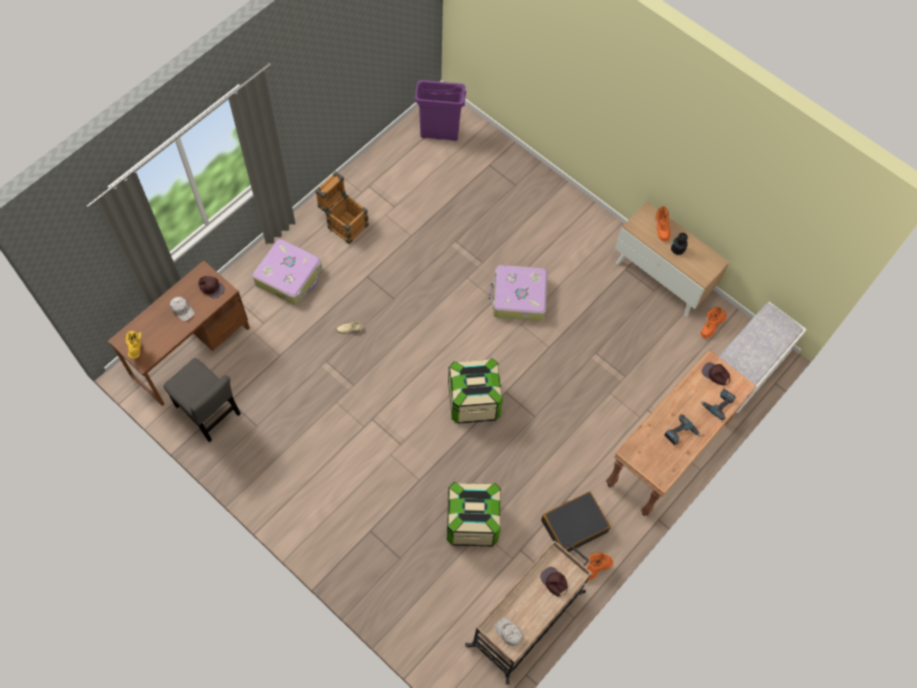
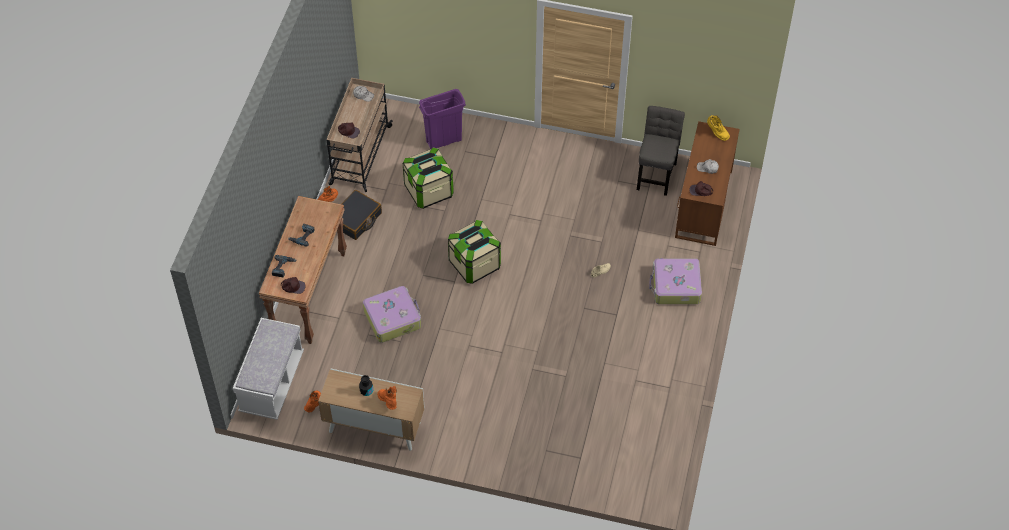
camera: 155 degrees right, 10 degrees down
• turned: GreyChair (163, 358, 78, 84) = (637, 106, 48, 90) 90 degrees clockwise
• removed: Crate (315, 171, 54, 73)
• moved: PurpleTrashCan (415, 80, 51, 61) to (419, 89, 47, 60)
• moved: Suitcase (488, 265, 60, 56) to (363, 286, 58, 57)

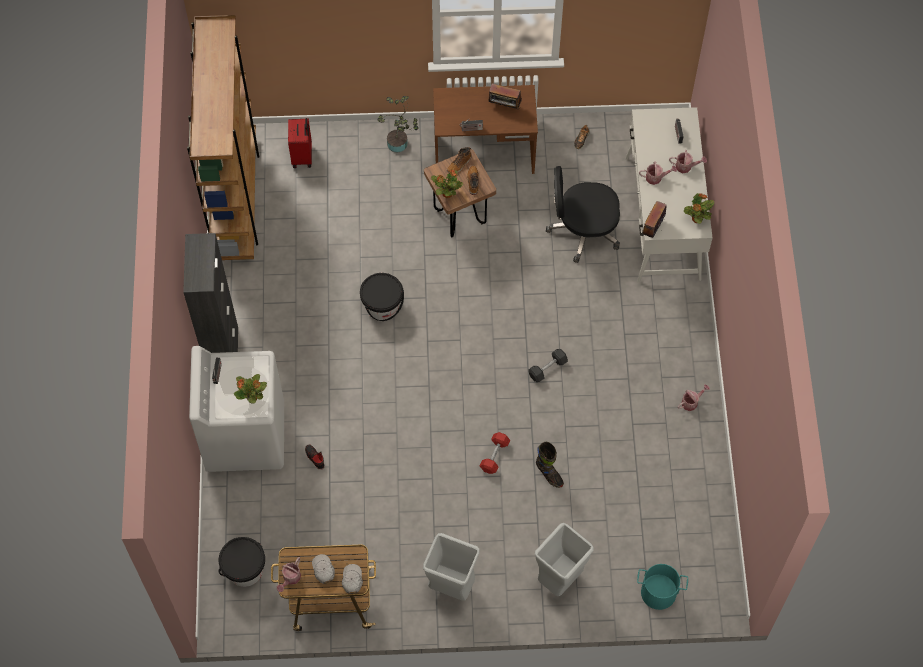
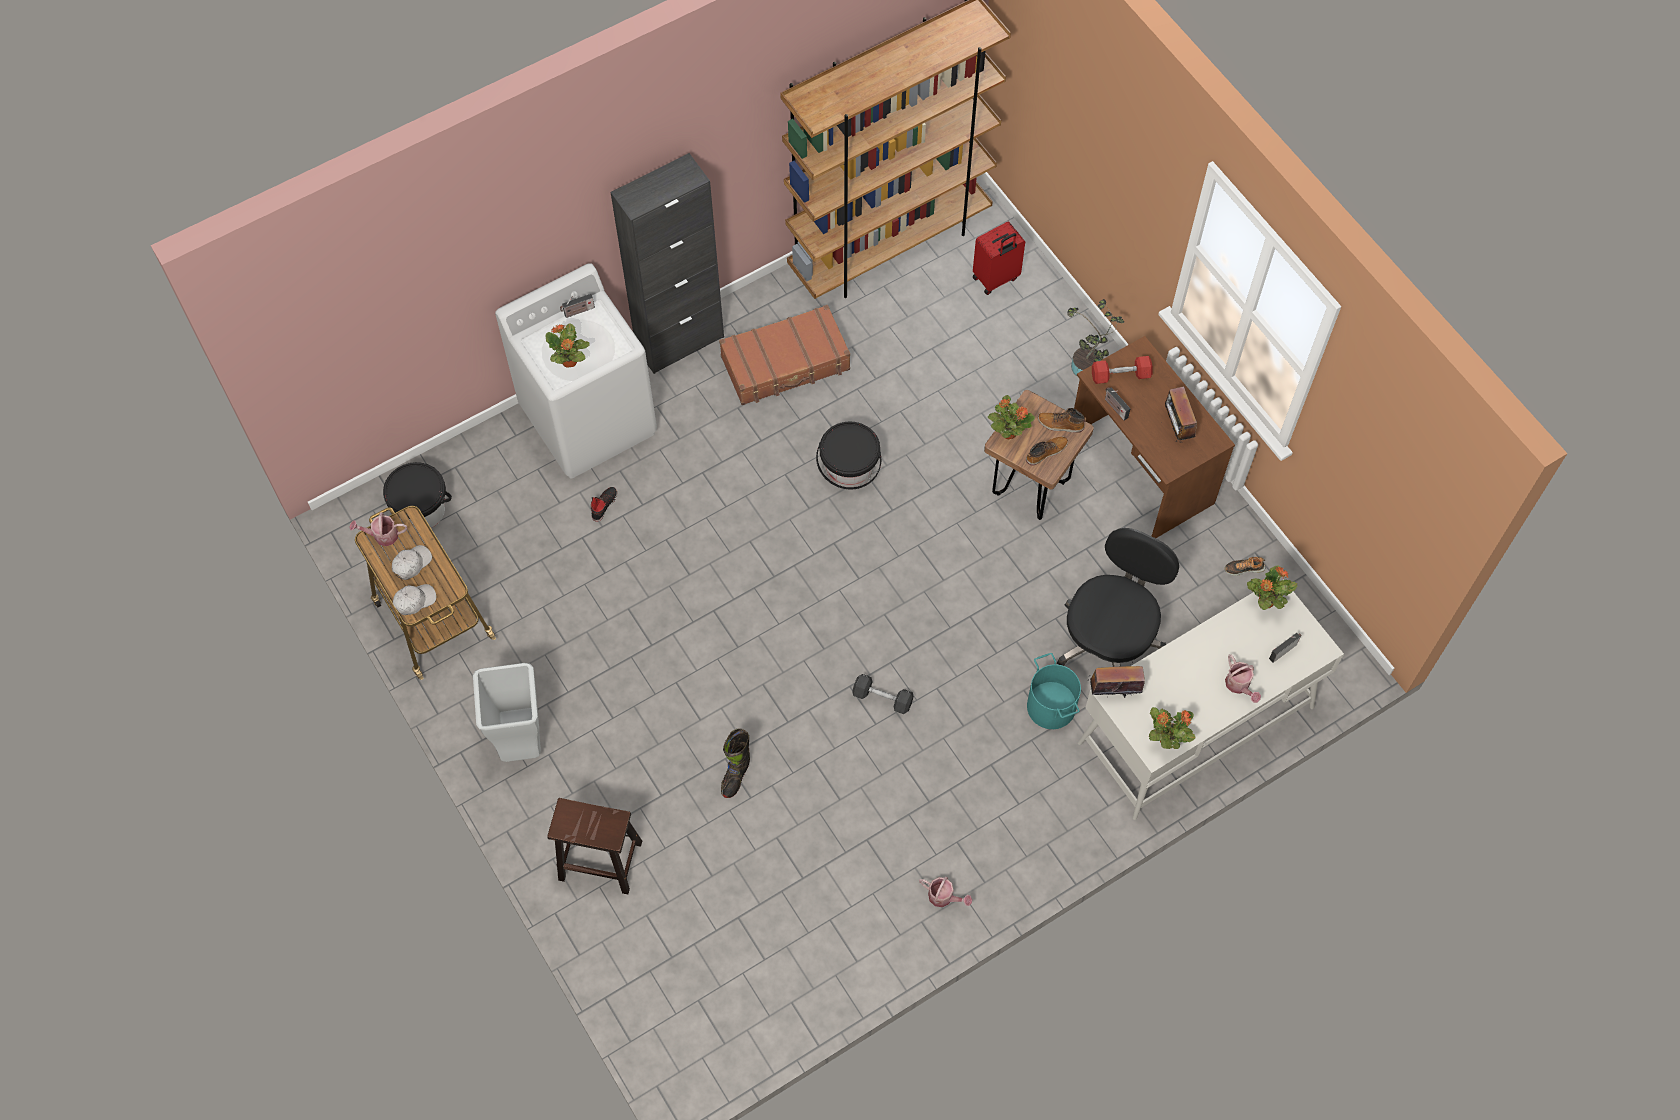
camera: 60 degrees right, 0 degrees up
• moved: RedDumbbell (480, 432, 30, 42) to (1092, 356, 61, 28)
• replaced: GreyTrashCan (535, 523, 59, 73) to BrownStool (547, 798, 95, 96)
• turned: BlackOfficeChair (546, 166, 74, 97) = (1057, 528, 122, 139) 60 degrees clockwise
• moved: TurquoiseBucket (637, 564, 51, 46) to (1027, 653, 54, 76)
• removed: WateringCan (639, 161, 38, 24)
• added: BrownSuitcase (719, 305, 131, 100)
• added: PottedPlant (1247, 565, 50, 45)

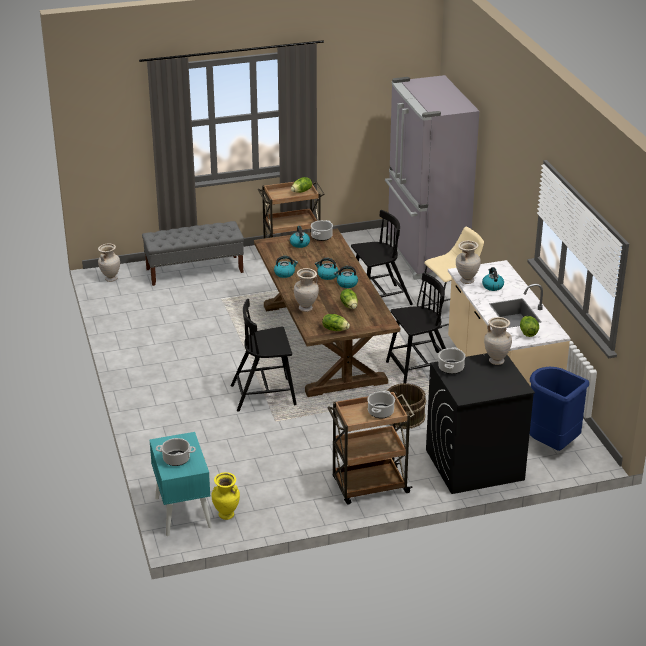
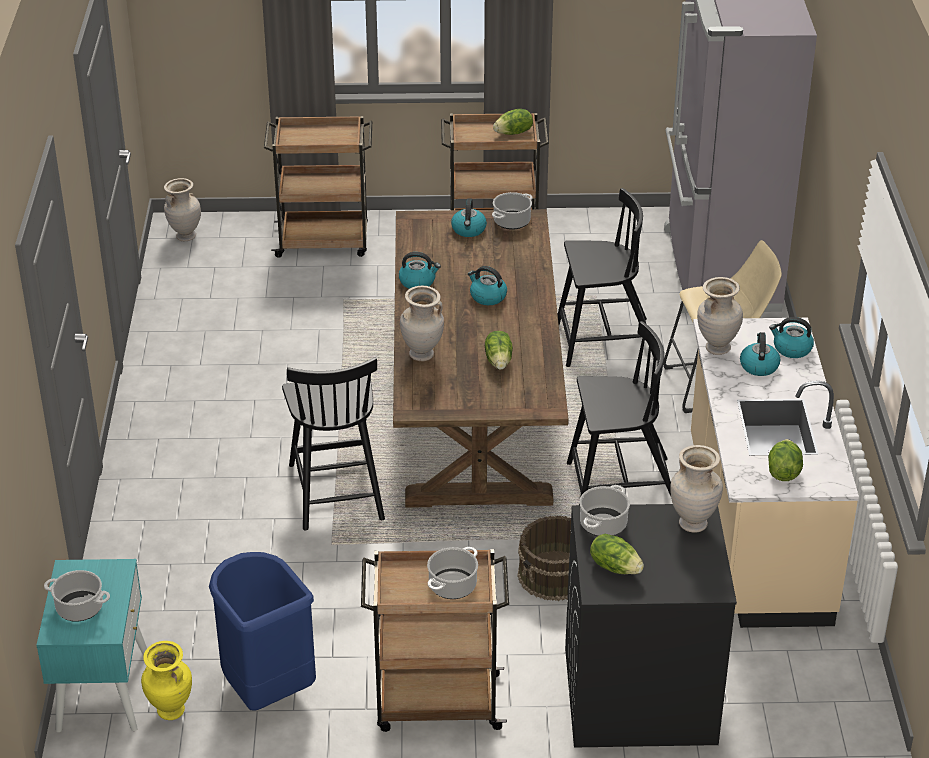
camera: 15 degrees right, 5 degrees up
• replaced: GreyBench (142, 221, 102, 65) to BrownCart (264, 116, 108, 142)
• turned: BlackChair (231, 299, 66, 113) = (282, 357, 103, 174) 105 degrees counterclockwise
• moved: Lettuce (322, 314, 28, 17) to (590, 534, 54, 40)
• moved: Kettle (334, 266, 24, 22) to (769, 317, 45, 41)
• moved: BlueTrashCan (530, 367, 59, 84) to (209, 552, 107, 159)

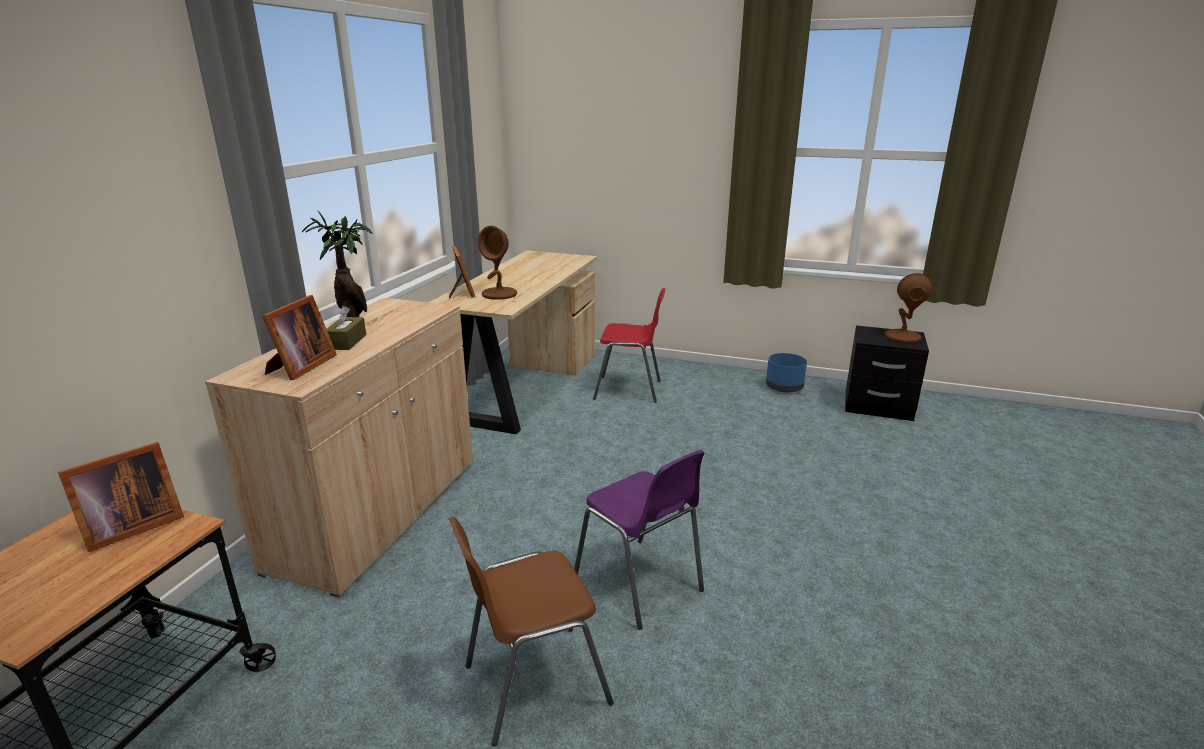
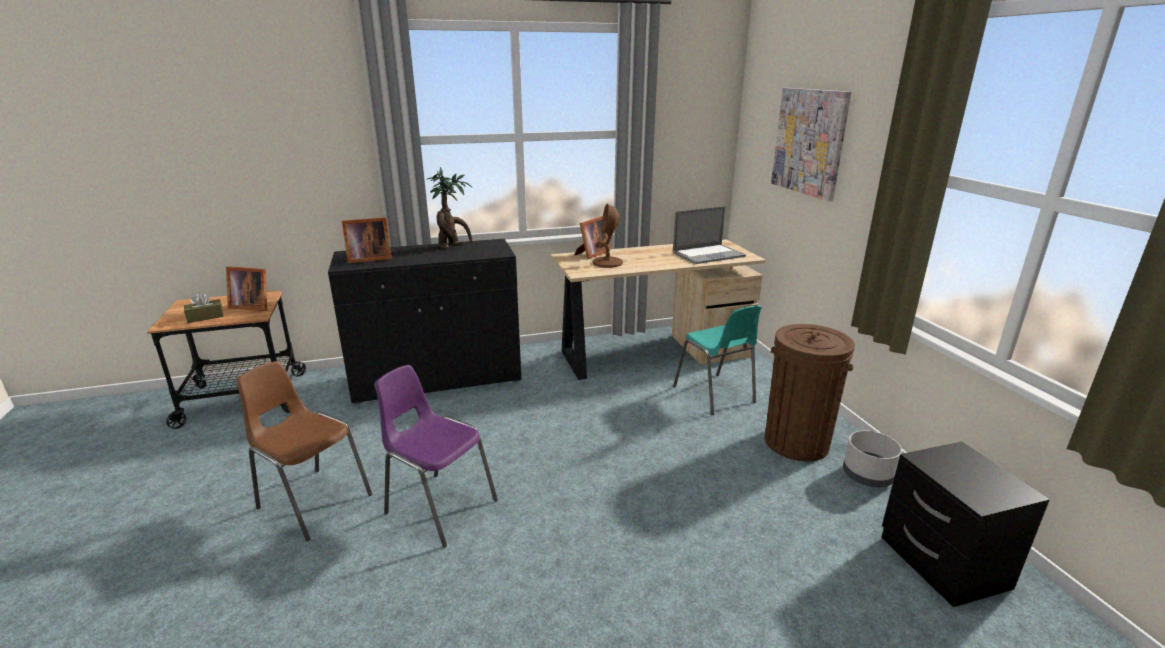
camera: 55 degrees right, 0 degrees up
• recoloured: BeigeCabinet (205, 298, 268, 299) to BlackCabinet (328, 239, 193, 165)
• moved: BrownTissueBox (327, 306, 39, 44) to (184, 293, 40, 30)
• turned: PurpleChair (574, 450, 131, 180) = (374, 365, 124, 183) 105 degrees clockwise
• recoloured: RedChair (593, 288, 73, 115) to TurquoiseChair (673, 305, 89, 110)
• recoloured: BluePlanter (766, 353, 41, 40) to GreyPlanter (843, 430, 59, 58)
• removed: BrownTableLamp (885, 273, 48, 70)
• added: Laptop (673, 206, 73, 58)
• added: BrownTrashCan (765, 324, 90, 138)
• added: Picture (771, 88, 80, 113)

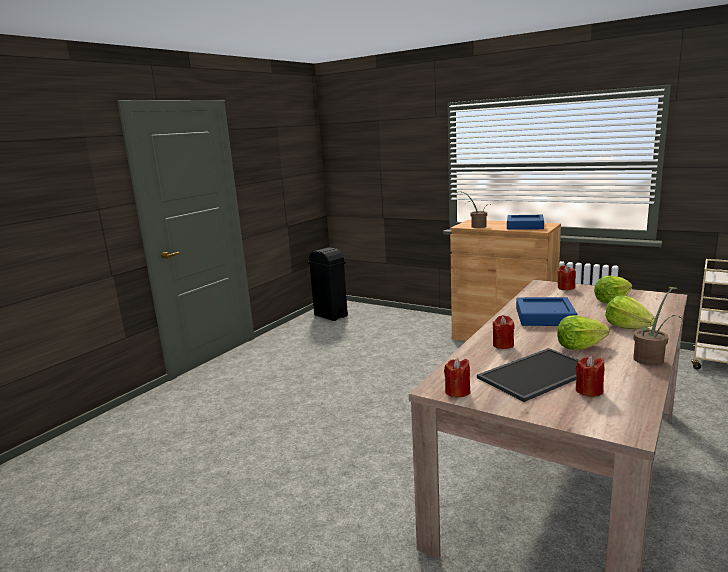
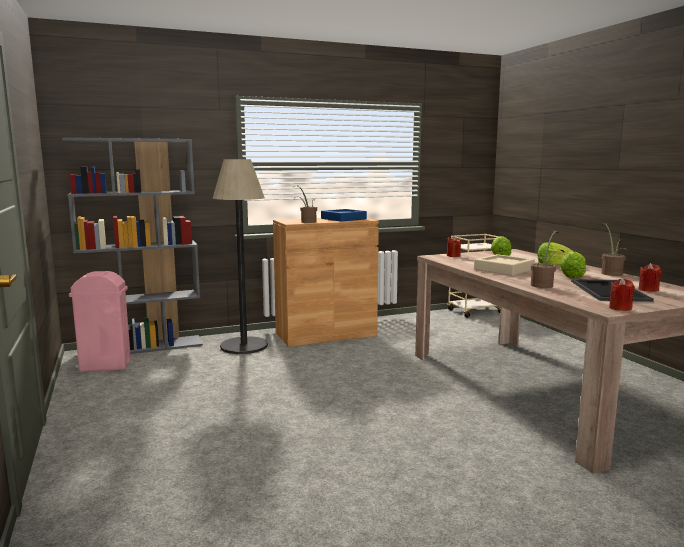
camera: 55 degrees left, 5 degrees down
• recoloured: BlackTrashCan (308, 247, 40, 74) to PinkTrashCan (69, 271, 62, 101)
• replaced: RedCandle (492, 315, 23, 34) to PottedPlant (531, 231, 33, 57)
• recoloured: BlueTray (516, 297, 61, 29) to BeigeTray (474, 254, 61, 22)
• added: GreyBookcase (62, 137, 141, 217)
• added: FloorLamp (212, 159, 56, 195)

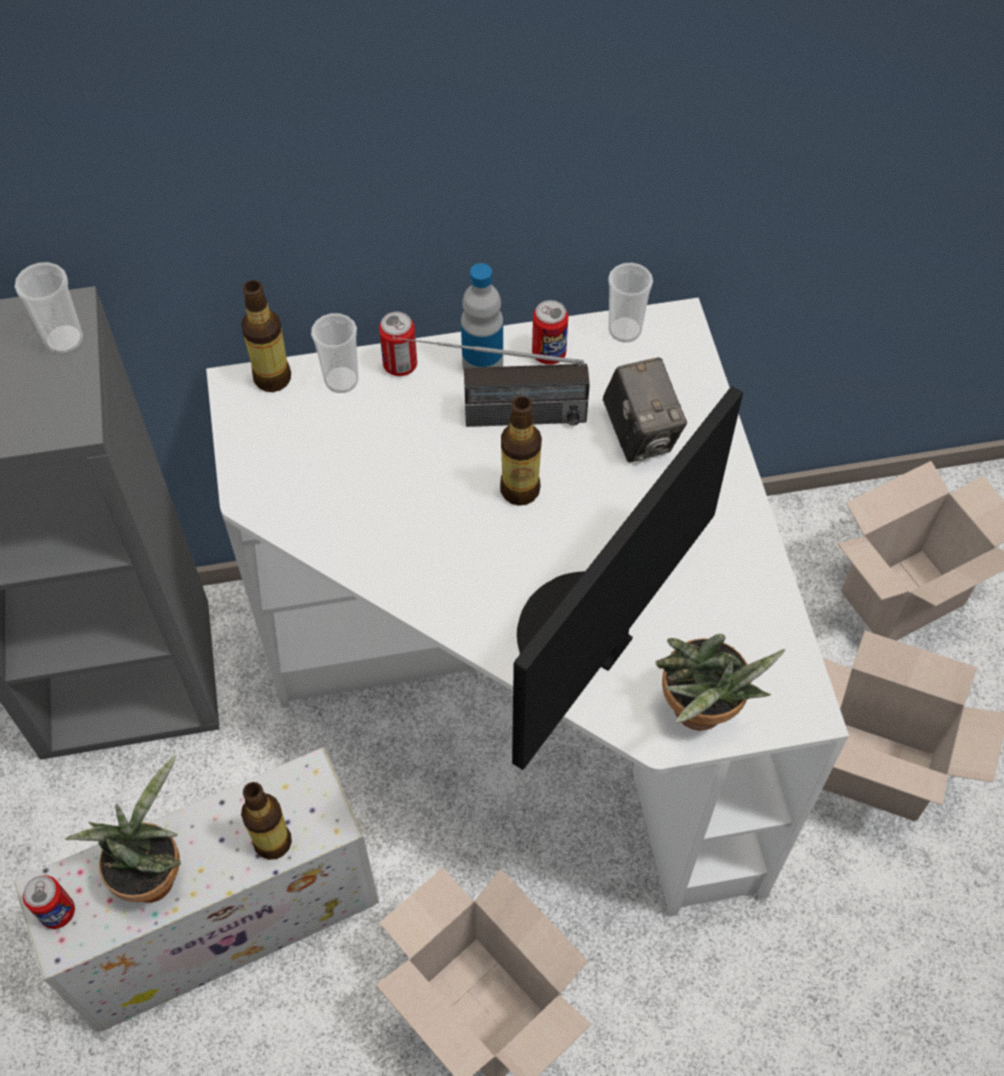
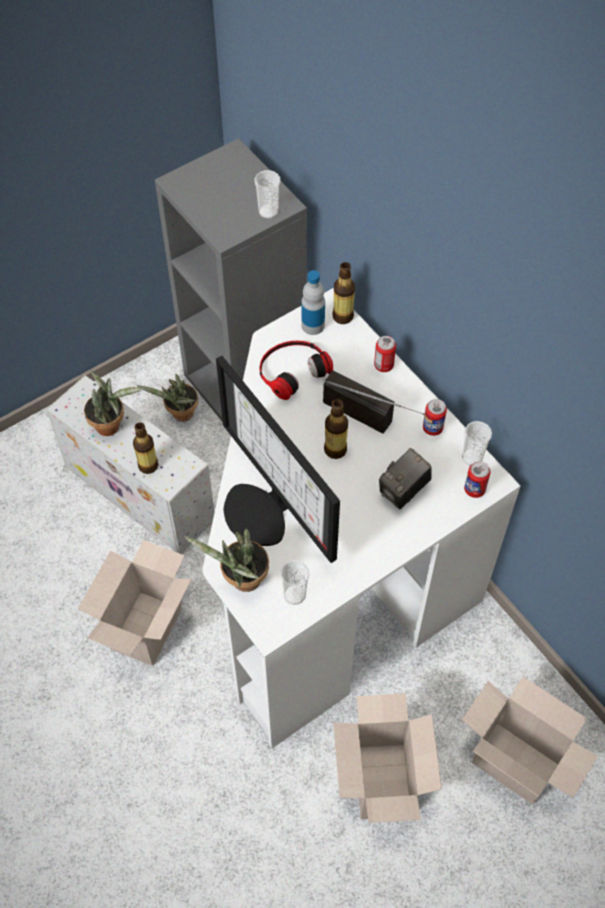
camera: 65 degrees right, 0 degrees up
• moved: Can (23, 875, 52, 54) to (464, 461, 27, 37)
• moved: Cup (311, 313, 47, 80) to (280, 560, 29, 45)
• turned: Radio (393, 336, 197, 91) = (323, 370, 101, 63) 150 degrees clockwise
• moved: Bottle (461, 263, 42, 106) to (301, 270, 24, 65)
• turned: Monitor (512, 386, 231, 384) = (216, 356, 124, 207) 135 degrees counterclockwise
• added: PottedPlant (137, 374, 61, 48)
• added: Headphones (260, 341, 73, 59)

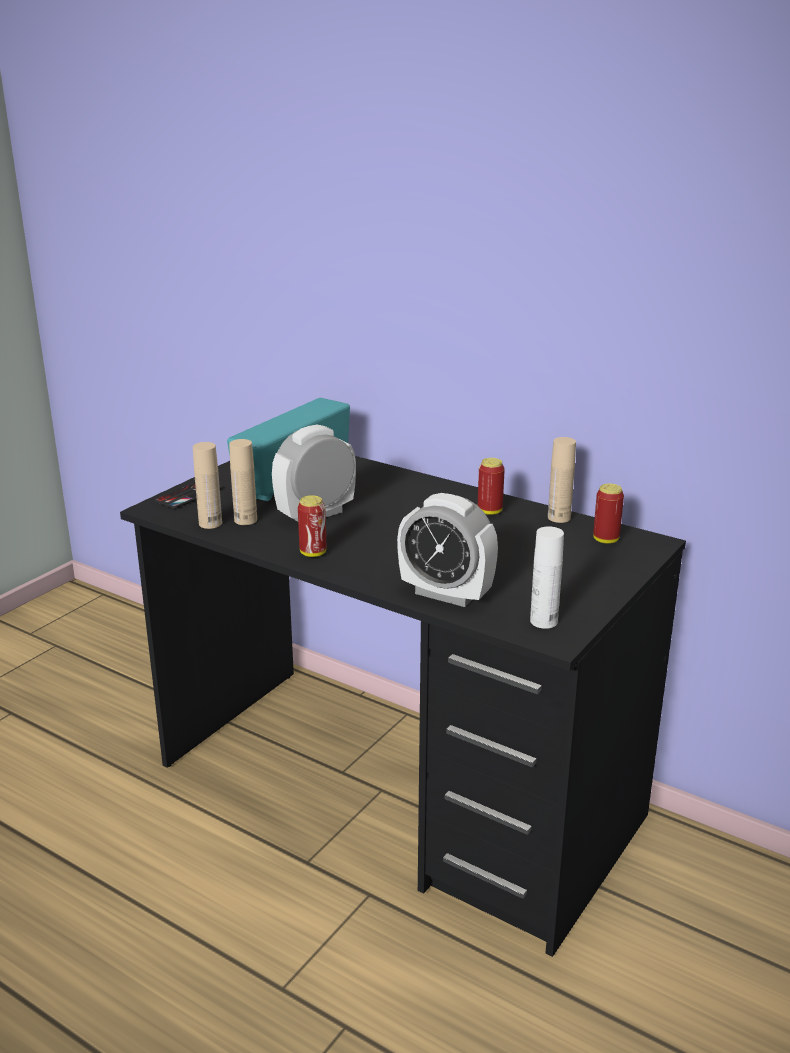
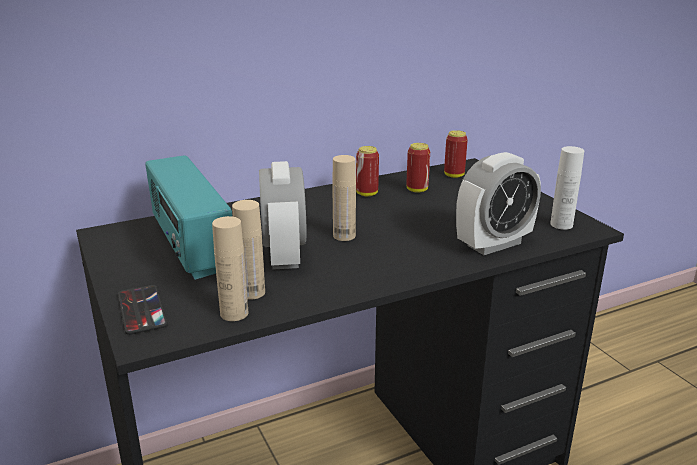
camera: 60 degrees left, 0 degrees up
• moved: Can (298, 495, 28, 62) to (406, 143, 24, 50)
• moved: BeigeBottle (548, 437, 28, 86) to (332, 155, 24, 86)

